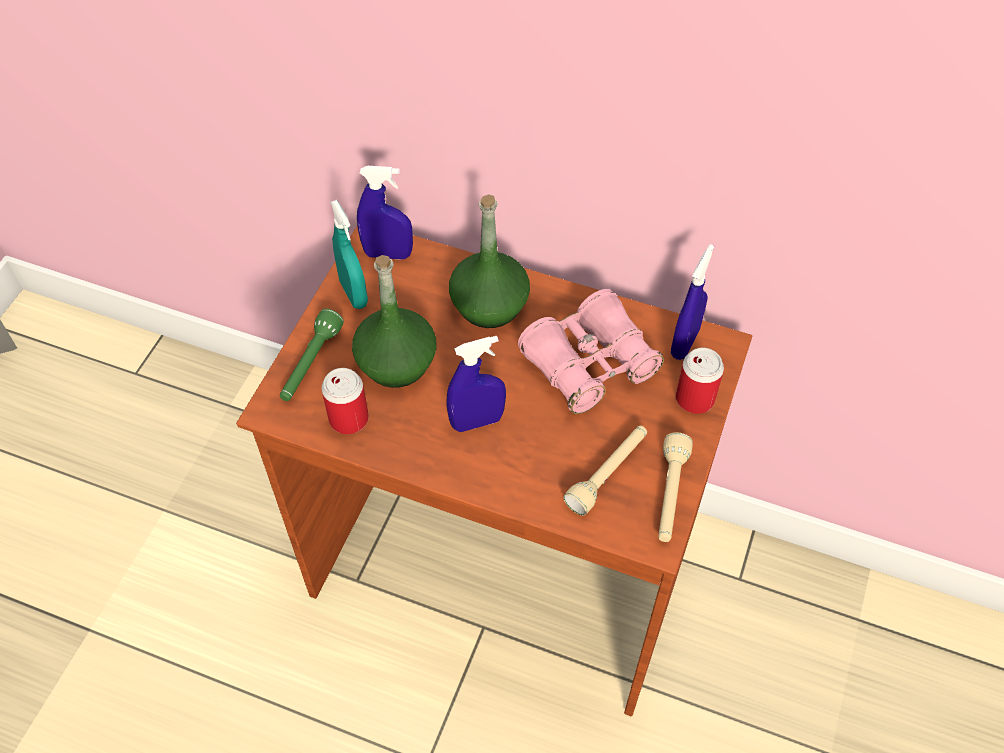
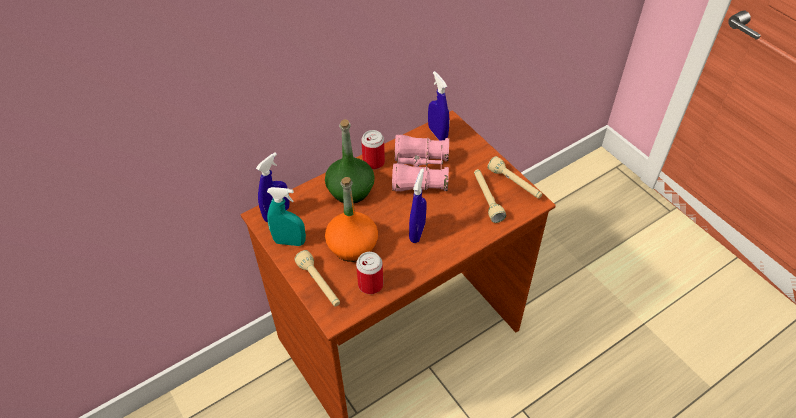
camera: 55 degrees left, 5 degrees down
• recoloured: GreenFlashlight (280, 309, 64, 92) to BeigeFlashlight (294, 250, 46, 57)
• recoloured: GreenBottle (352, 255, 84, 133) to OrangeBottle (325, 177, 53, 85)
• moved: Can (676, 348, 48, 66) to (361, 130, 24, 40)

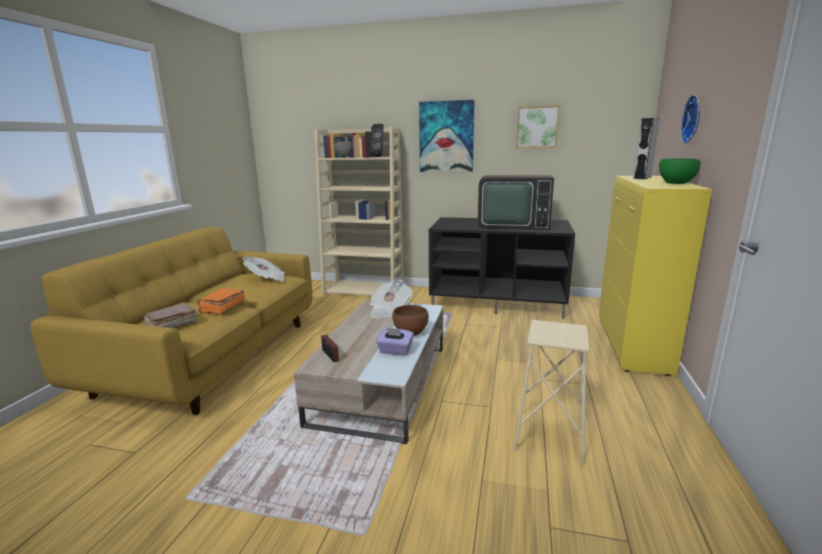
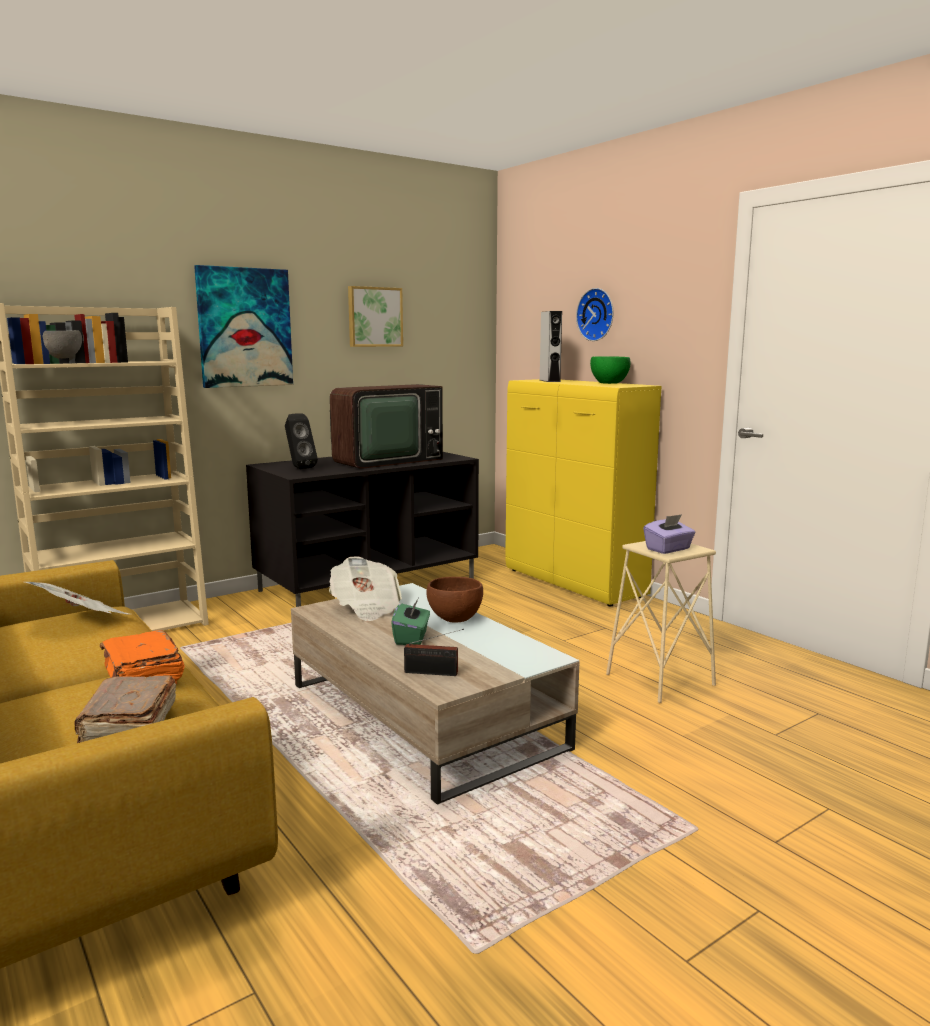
camera: 50 degrees left, 5 degrees down
• moved: BlackSpeaker (370, 124, 14, 33) to (285, 413, 33, 56)
• moved: PurpleTissueBox (376, 328, 38, 28) to (643, 514, 53, 40)
• added: GreenTissueBox (391, 598, 39, 47)

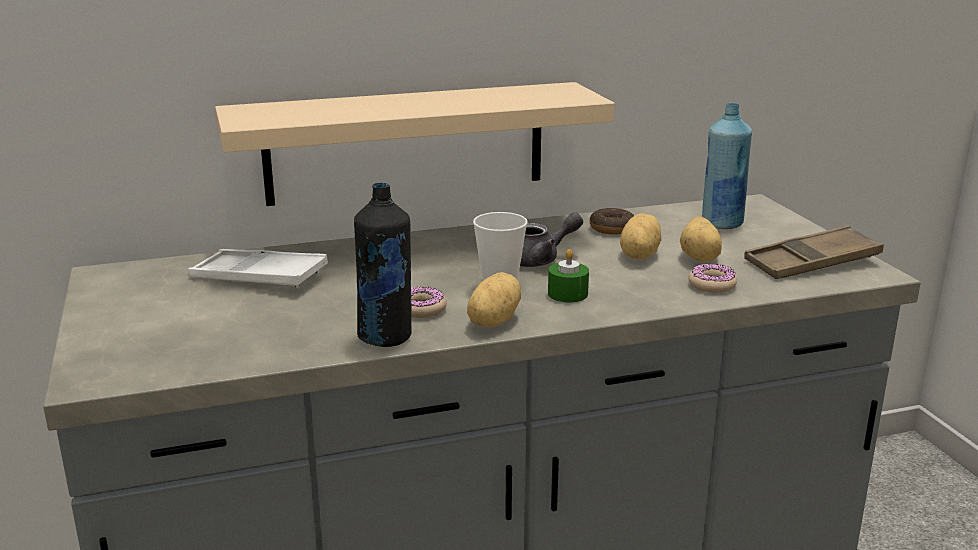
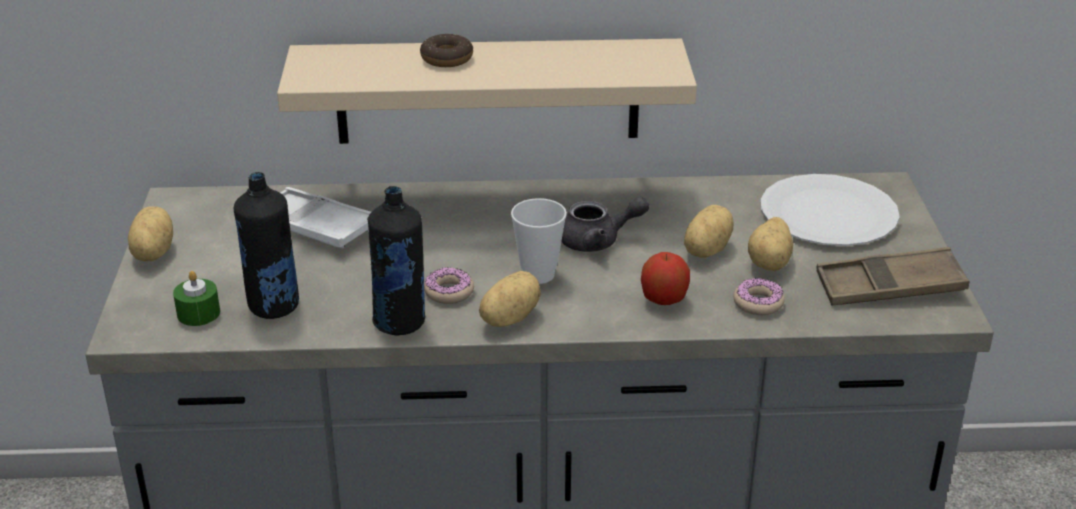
camera: 15 degrees right, 10 degrees up
• moved: GreenCandle (548, 249, 41, 53) to (173, 271, 47, 55)
• moved: Donut (590, 208, 44, 27) to (420, 34, 53, 33)
• replaced: BlueBottle (702, 103, 50, 126) to WhitePlate (760, 174, 140, 72)
• added: Potato (128, 207, 45, 54)
• added: BlackBottle (234, 172, 65, 147)
• added: Apple (641, 252, 49, 53)

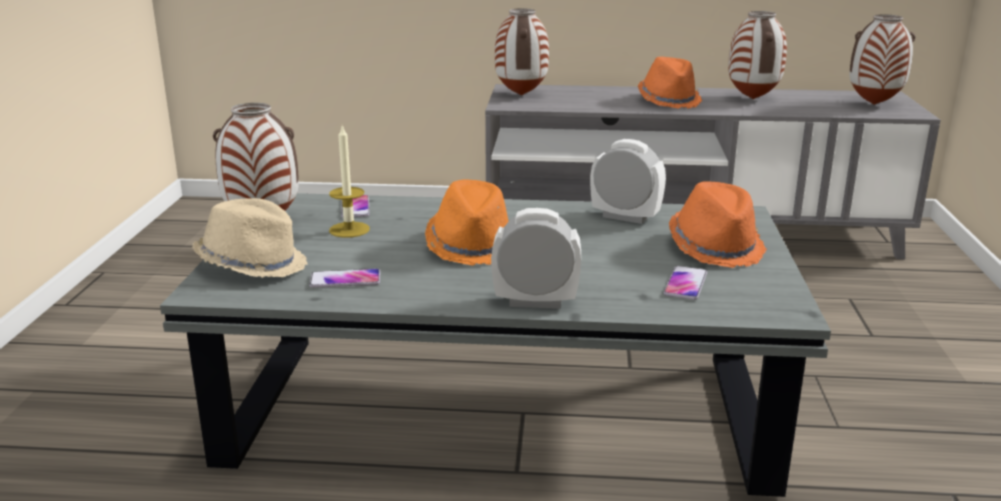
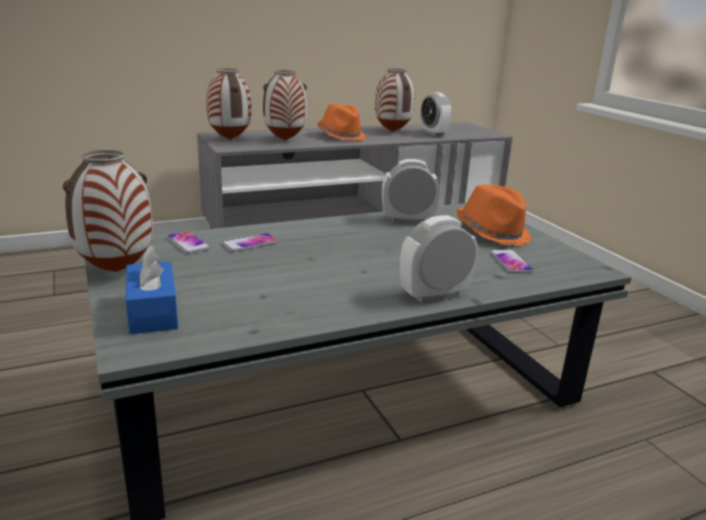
camera: 30 degrees left, 0 degrees up
• replaced: BeigeHat (192, 198, 116, 80) to BlueTissueBox (126, 246, 52, 88)
• moved: Phone (309, 269, 71, 19) to (222, 233, 57, 19)
• removed: Candle (329, 125, 41, 113)
• removed: OrangeHat (425, 179, 84, 87)
• moved: Vase (849, 14, 66, 91) to (263, 70, 44, 71)
• added: AlarmClock (421, 92, 31, 45)

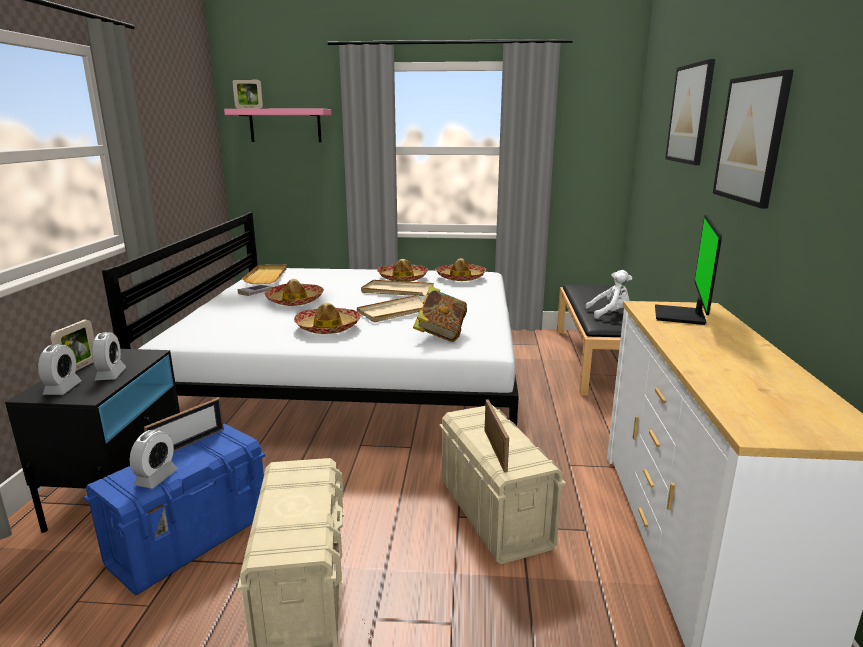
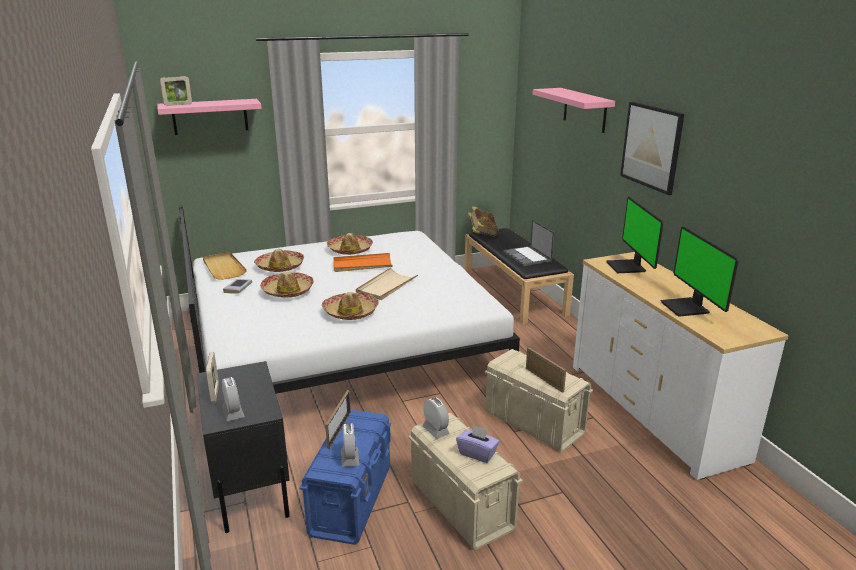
camera: 25 degrees left, 5 degrees up
• moved: AlarmClock (92, 332, 34, 48) to (423, 397, 26, 42)
• recoloured: BeigeTray (361, 280, 73, 16) to OrangeTray (333, 253, 59, 19)
• moved: Book (413, 286, 54, 56) to (468, 206, 31, 31)
• moved: Hat (435, 258, 51, 23) to (254, 249, 50, 23)
• replaced: WhitePlushToy (585, 270, 47, 49) to Laptop (503, 220, 51, 46)
• replaced: Picture (665, 59, 50, 106) to PinkShelf (533, 88, 82, 45)
• added: PurpleTissueBox (456, 425, 44, 38)
• added: Monitor (661, 226, 78, 91)

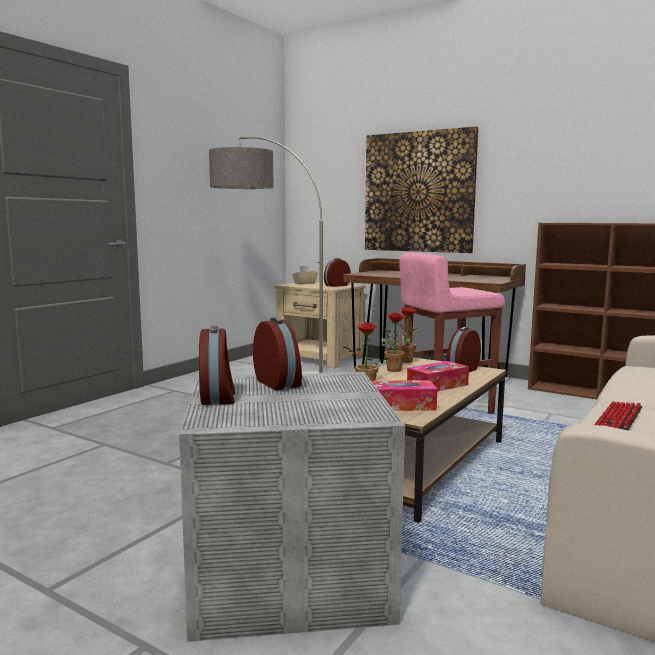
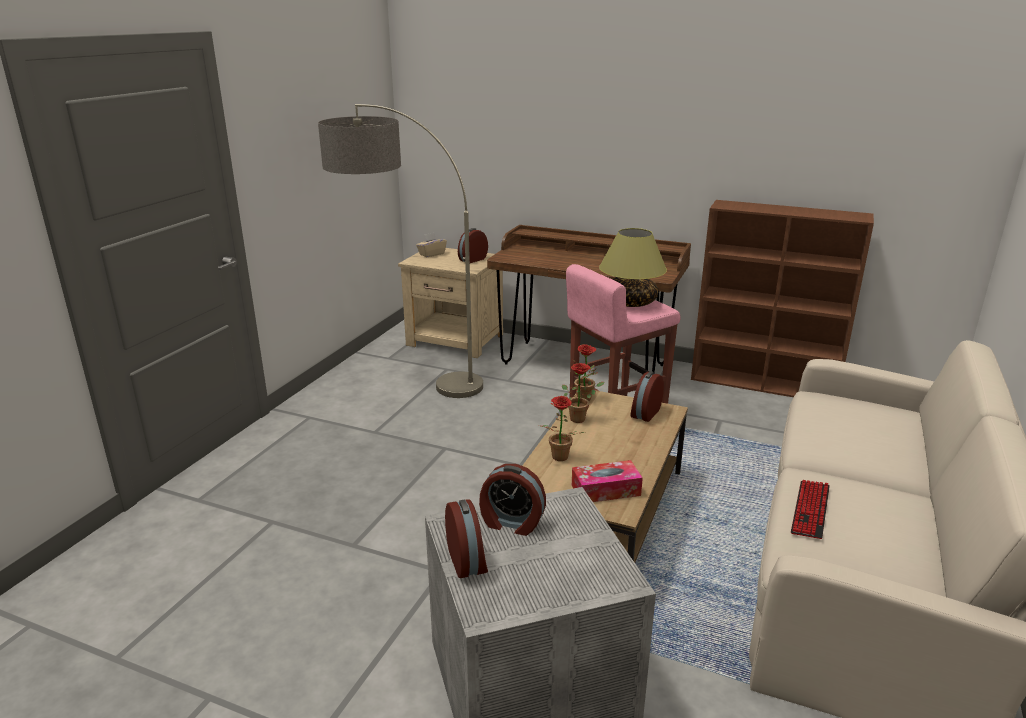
camera: 10 degrees left, 15 degrees up
• turned: AlarmClock (253, 317, 49, 73) = (479, 464, 67, 72) 150 degrees clockwise
• removed: Picture (365, 126, 114, 127)
• removed: TissueBox (407, 361, 62, 30)
• added: TableLamp (599, 228, 68, 79)

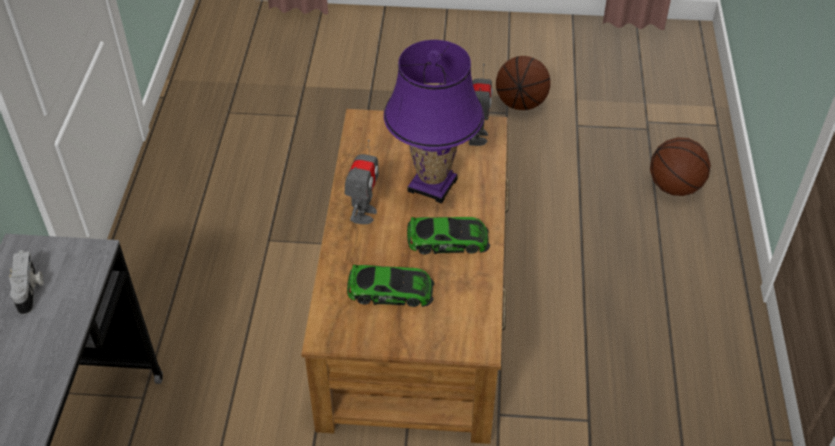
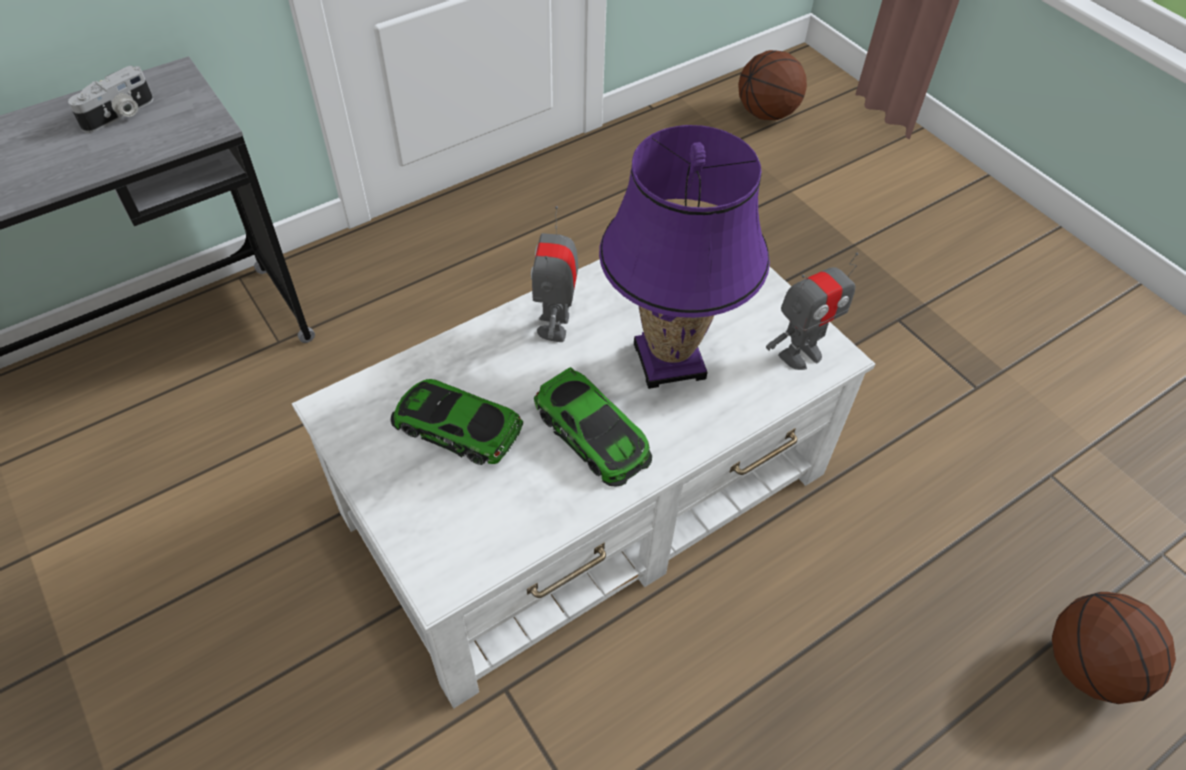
camera: 50 degrees right, 5 degrees up
• recoloured: BrownCoffeeTable (301, 109, 208, 335) to WhiteCoffeeTable (292, 259, 583, 449)
• turned: ToyRobot (345, 140, 34, 84) = (531, 206, 47, 136) 120 degrees clockwise
• turned: ToyCar (347, 265, 88, 42) = (391, 379, 132, 86) 150 degrees clockwise
• moved: Basketball (496, 56, 55, 54) to (738, 50, 69, 70)

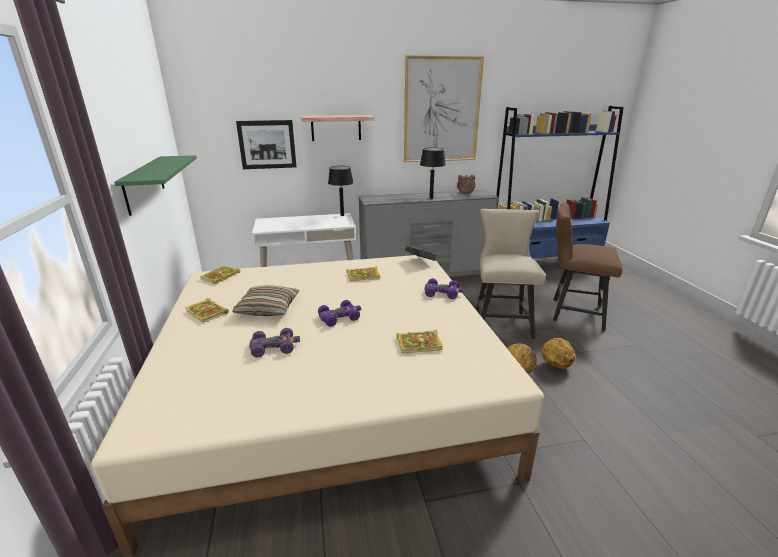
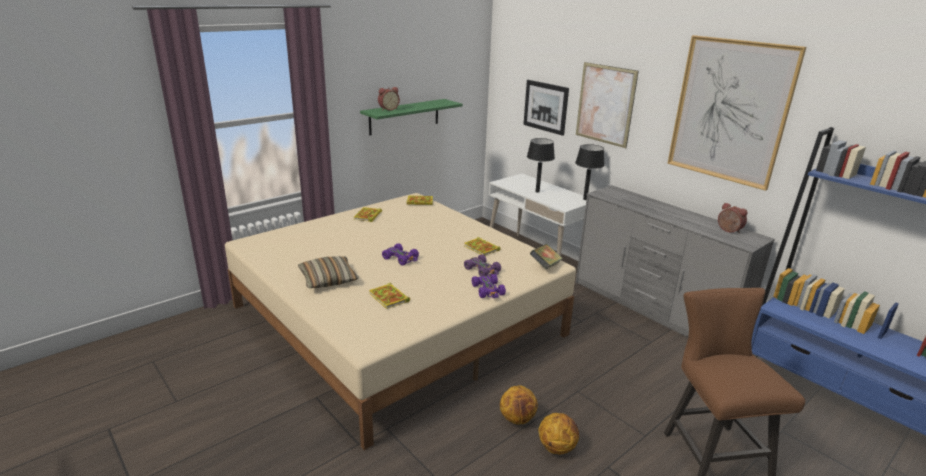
camera: 60 degrees right, 0 degrees up
• moved: Pillow (232, 285, 68, 31) to (298, 256, 61, 32)
• moved: PurpleToyCar (249, 328, 51, 29) to (464, 254, 37, 22)
• replaced: Shelf (301, 115, 73, 26) to Picture (576, 62, 63, 86)
• moved: BlackTableLamp (420, 148, 26, 51) to (527, 138, 28, 55)
• removed: BeigeChair (476, 209, 70, 130)
• added: AlarmClock (378, 87, 22, 24)

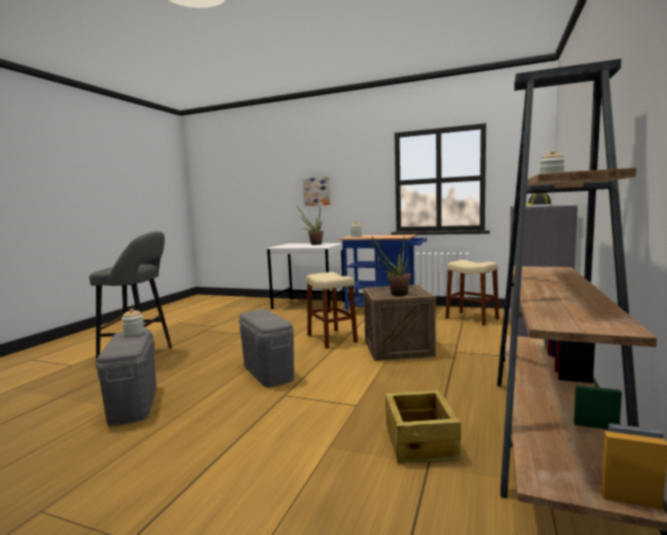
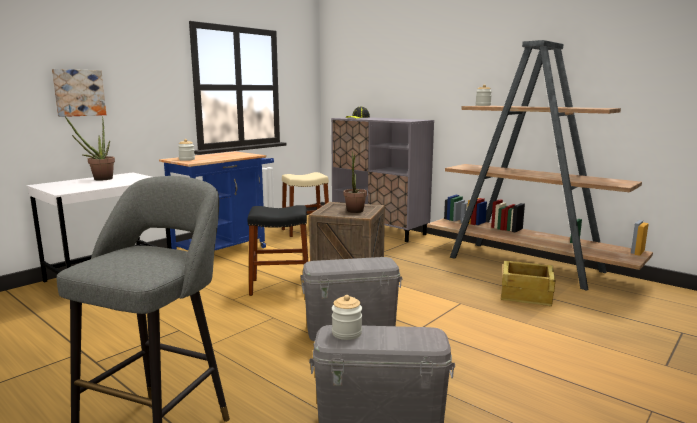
camera: 70 degrees left, 5 degrees up
• recoloured: BeigeStool (306, 272, 52, 76) to BlackStool (248, 205, 60, 91)

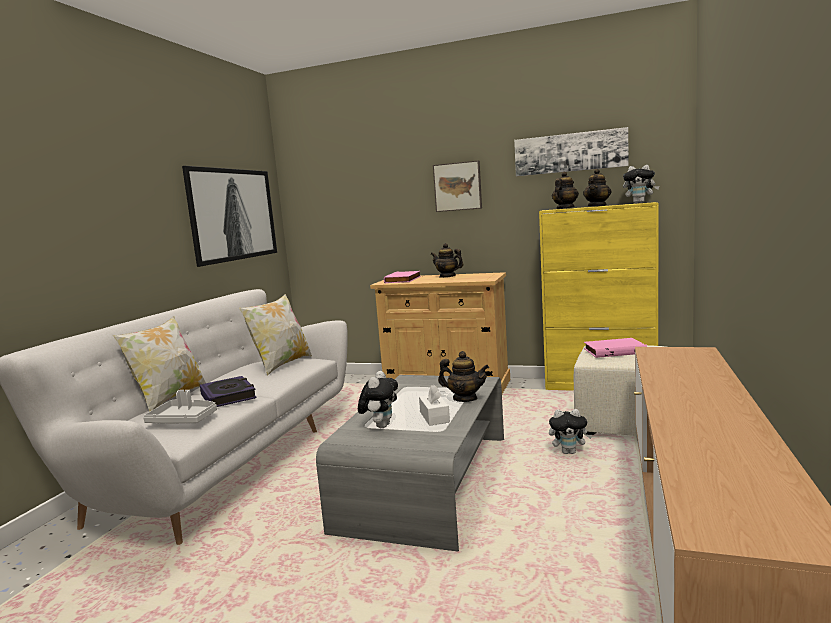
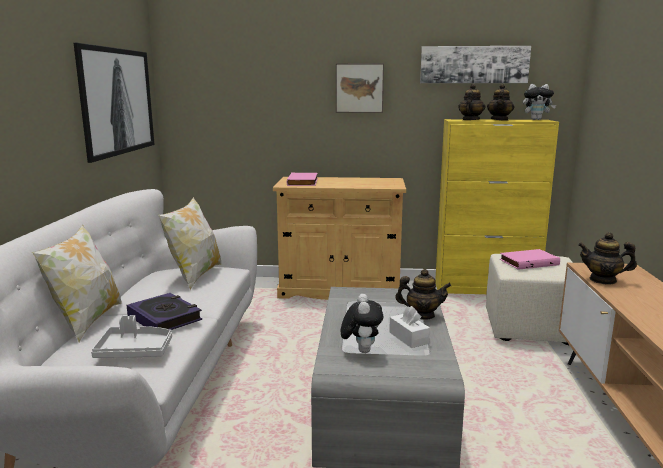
camera: 15 degrees left, 5 degrees up
• moved: Teapot (431, 243, 33, 35) to (578, 232, 59, 53)
• removed: PlushToy (549, 409, 43, 45)

